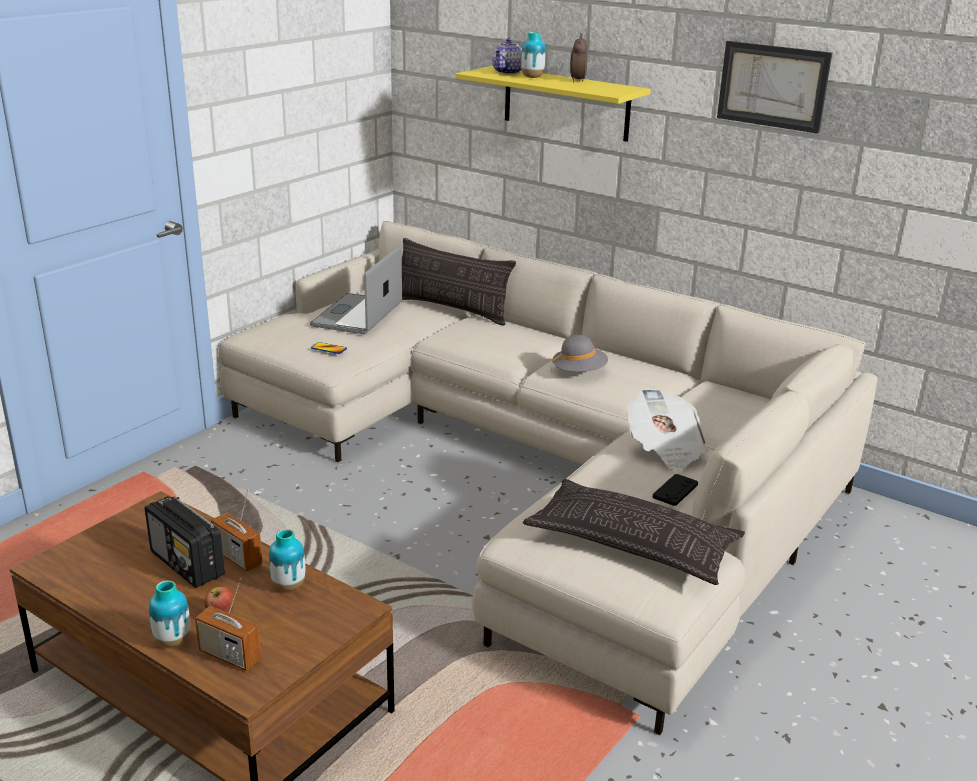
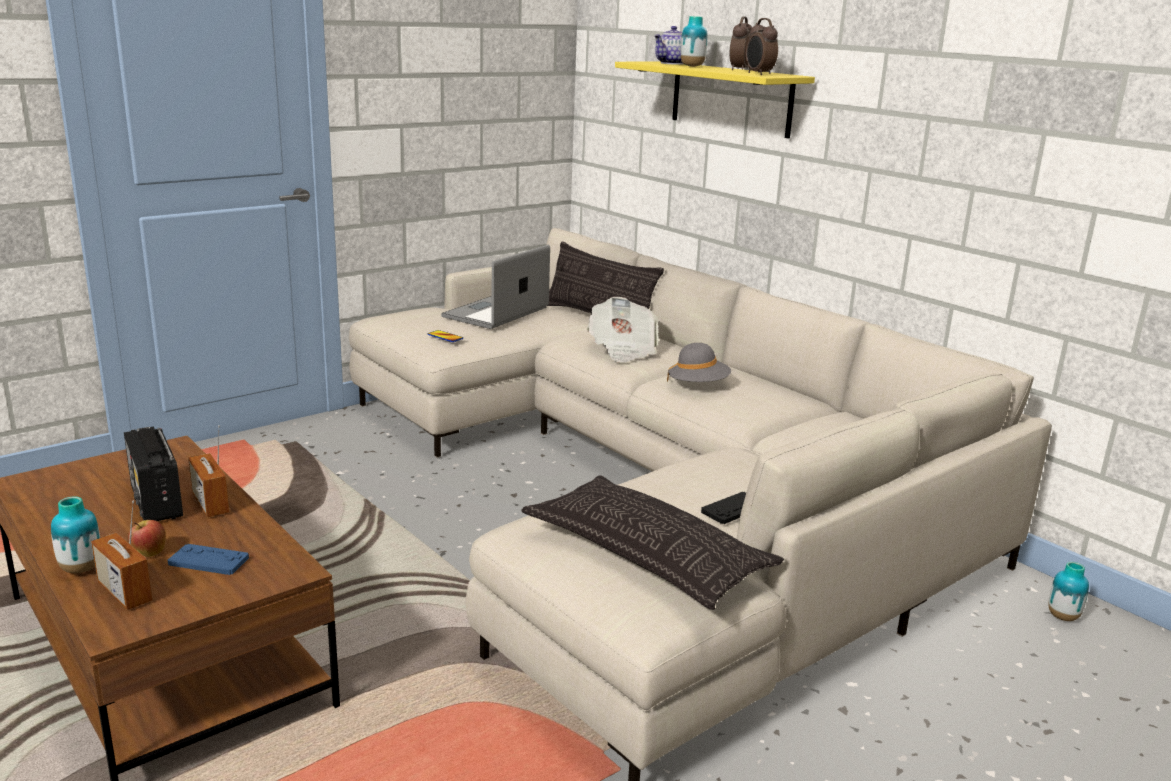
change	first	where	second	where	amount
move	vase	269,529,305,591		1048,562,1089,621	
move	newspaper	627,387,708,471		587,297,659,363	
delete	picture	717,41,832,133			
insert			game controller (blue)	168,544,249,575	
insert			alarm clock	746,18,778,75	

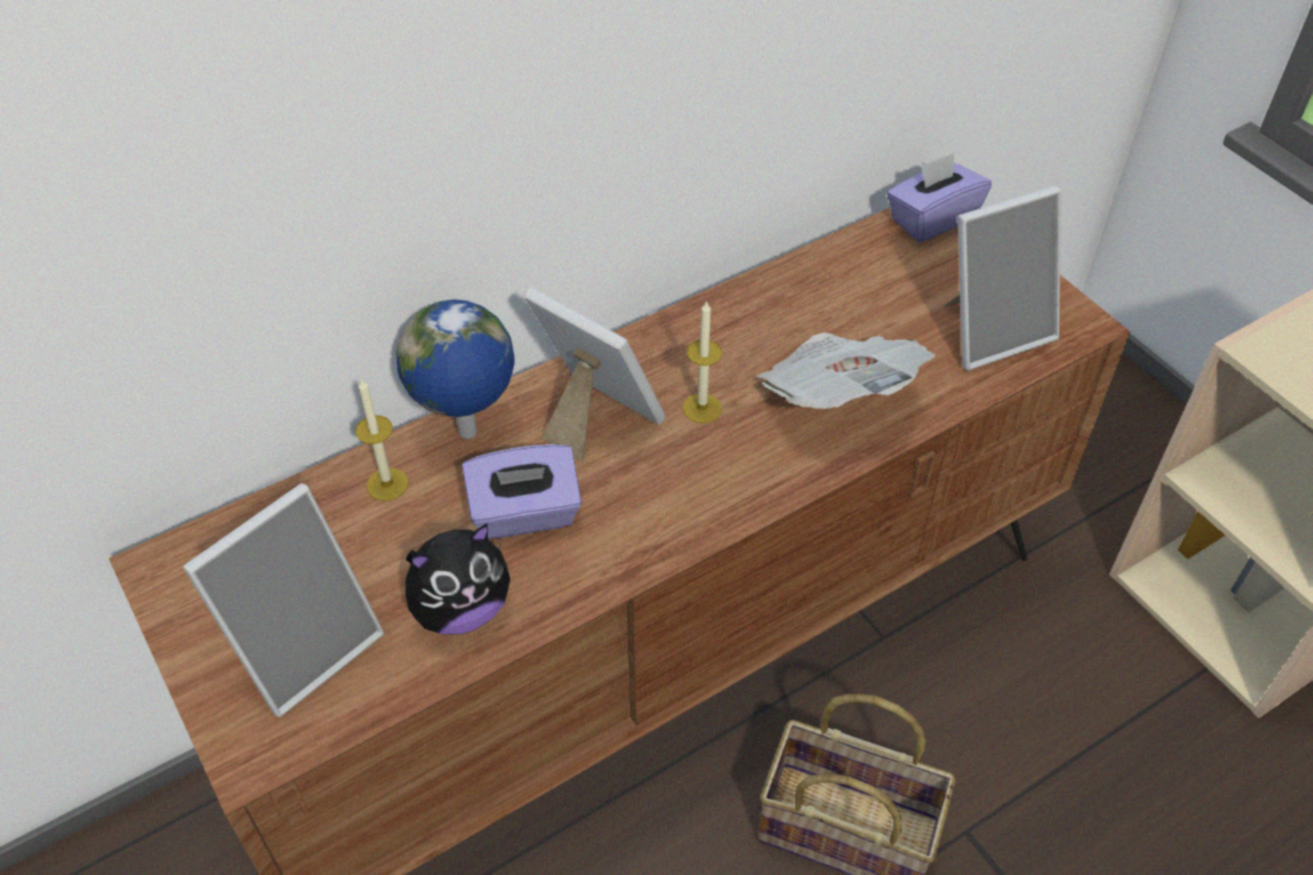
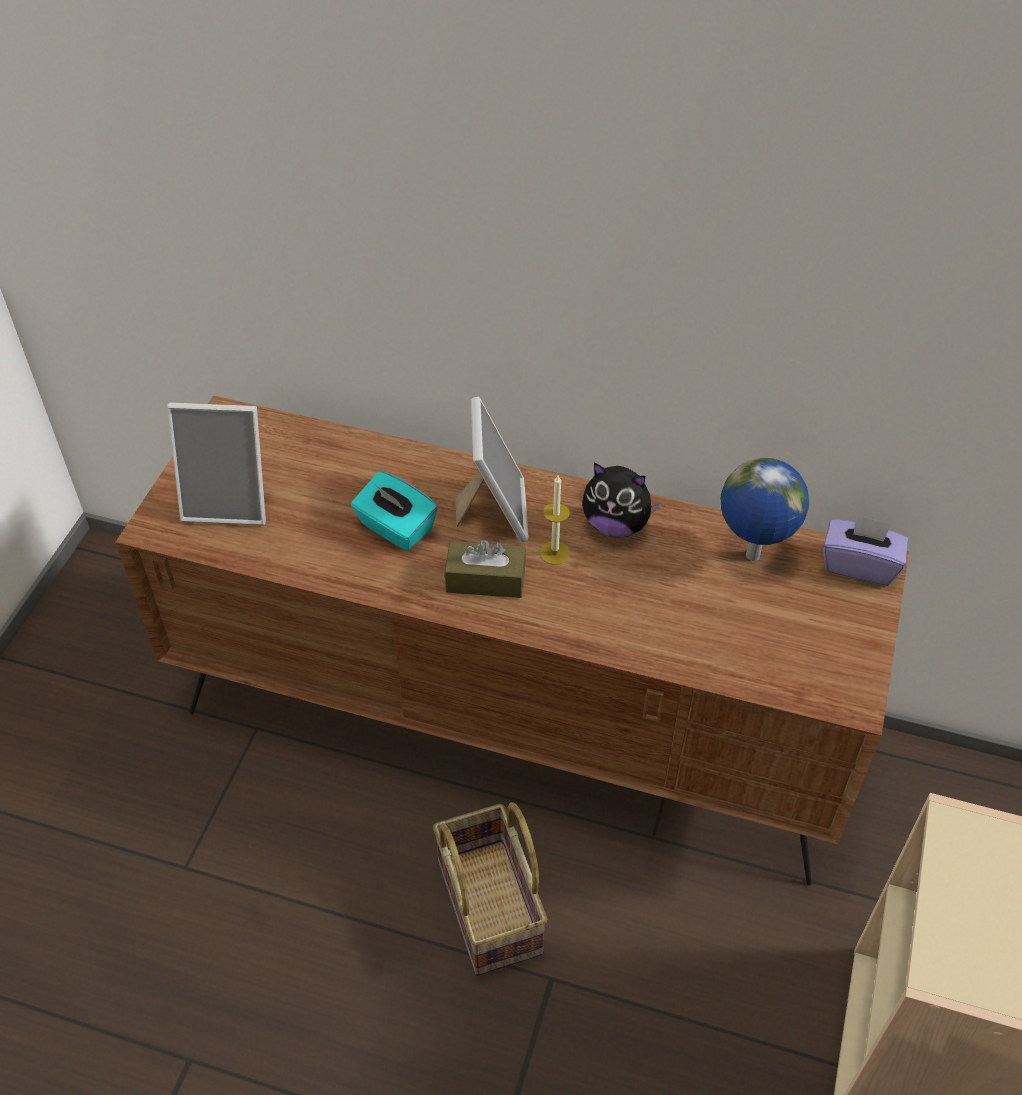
change	first	where	second	where	amount
delete	candle	355,378,409,501			
move	globe	396,299,514,439		721,458,809,561	
move	plush toy	405,523,510,635		582,462,662,538	
recolor	tissue box (purple)	462,444,582,539	tissue box (turquoise)	351,471,438,551	
delete	newspaper	756,332,935,409			
delete	picture frame	944,186,1061,371			
insert			tissue box (brown)	445,540,526,598	

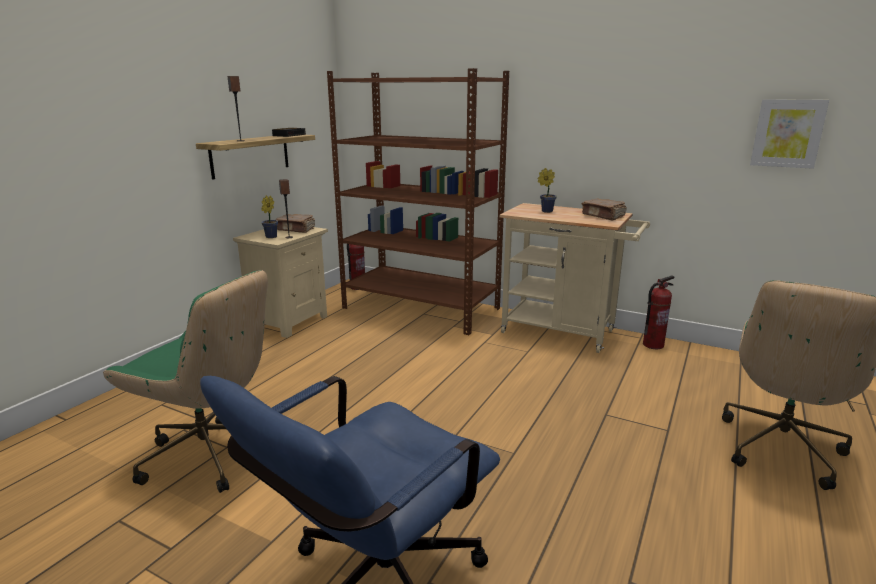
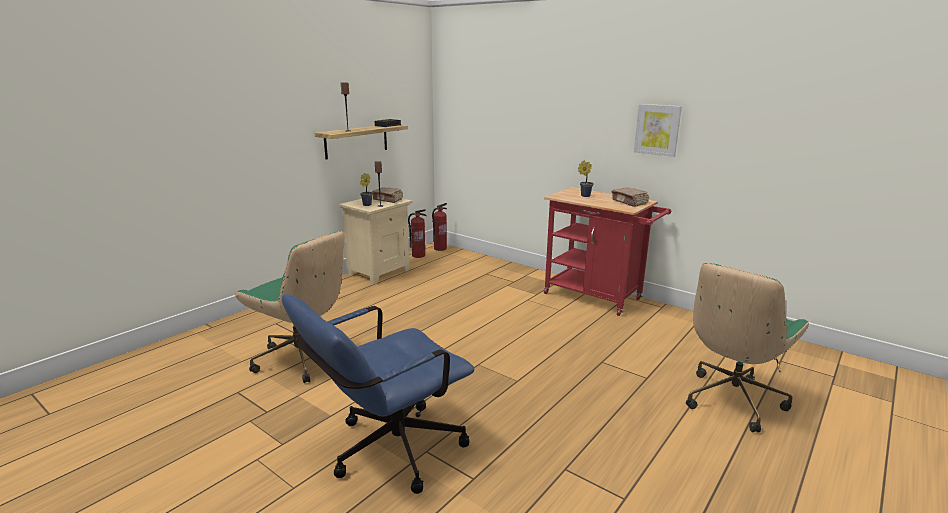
change	first	where	second	where	amount
delete	bookcase (brown)	327,68,509,335			
recolor	cart (beige)	499,203,650,353	cart (red)	544,187,671,316	
move	fire extinguisher	643,276,675,349		408,209,426,258	
move	picture	750,99,829,169		634,104,682,157	

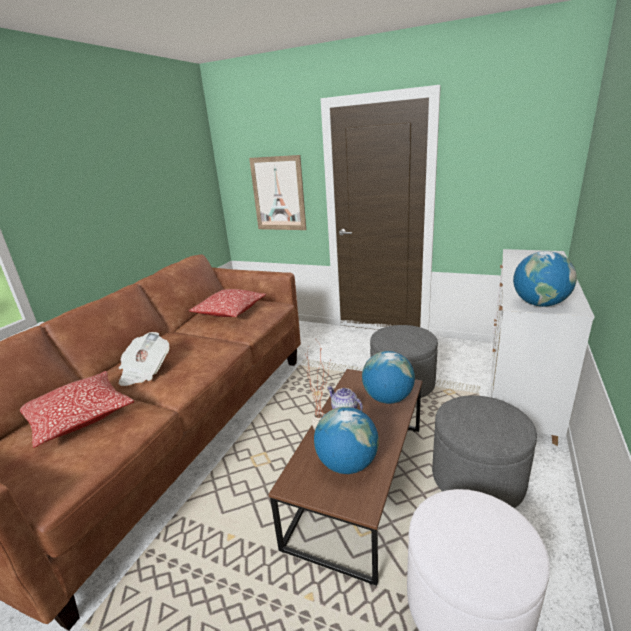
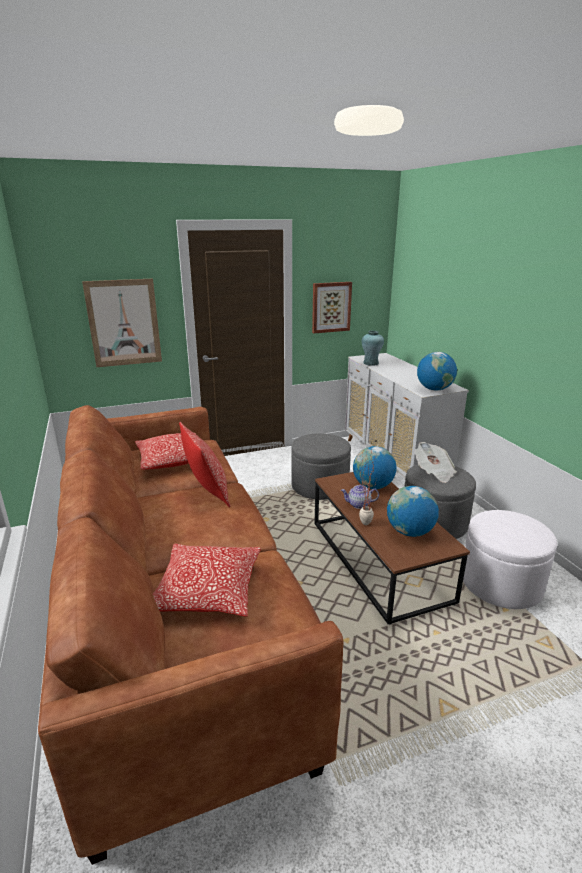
change	first	where	second	where	amount
move	newspaper	119,332,170,386		414,442,457,483	
insert			pillow	179,422,231,508	
insert			picture	312,282,352,333	
insert			vase (turquoise)	362,331,384,366	

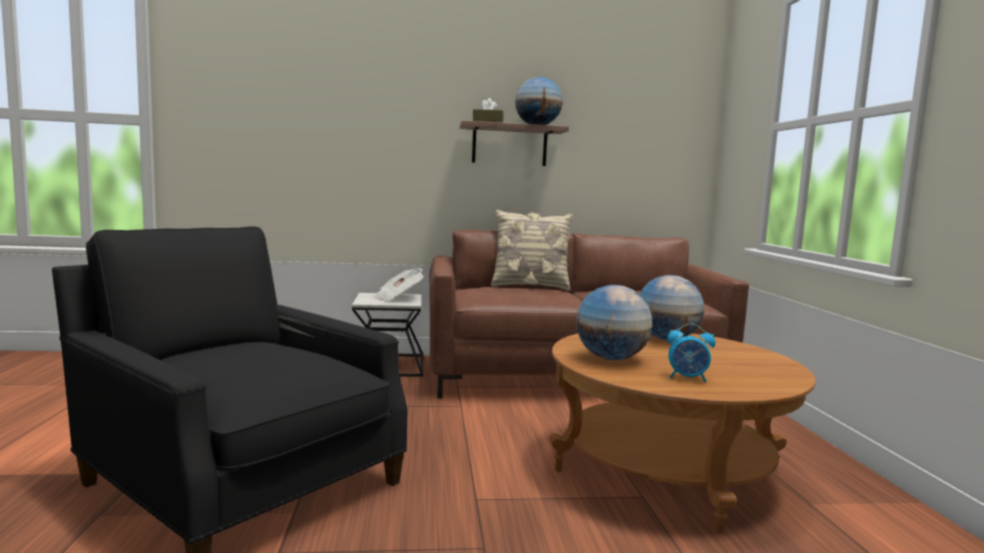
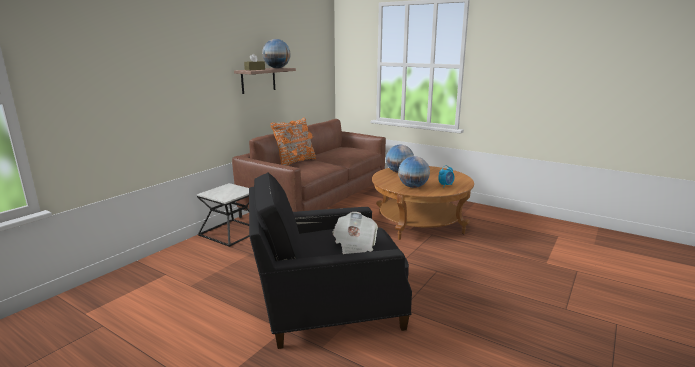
change	first	where	second	where	amount
move	newspaper	371,268,423,300		332,212,378,254	
recolor	pillow (beige)	491,210,573,291	pillow (orange)	270,118,316,166	

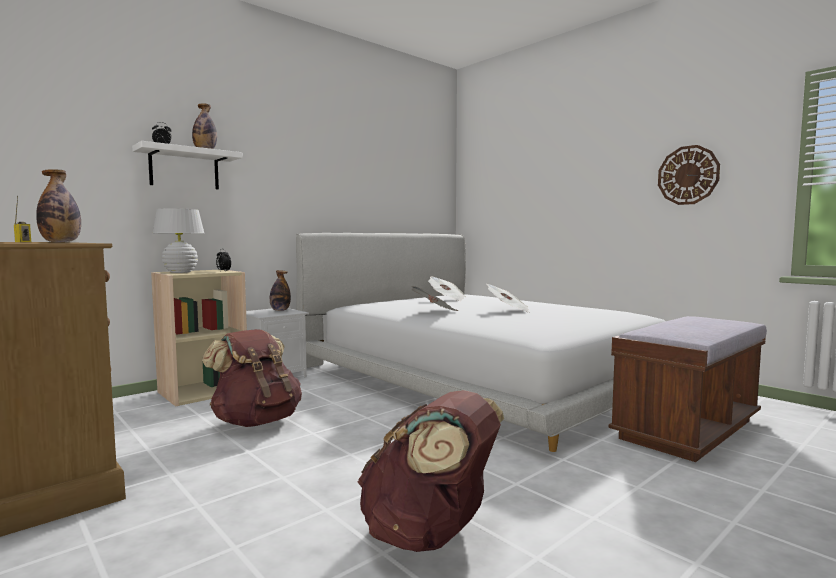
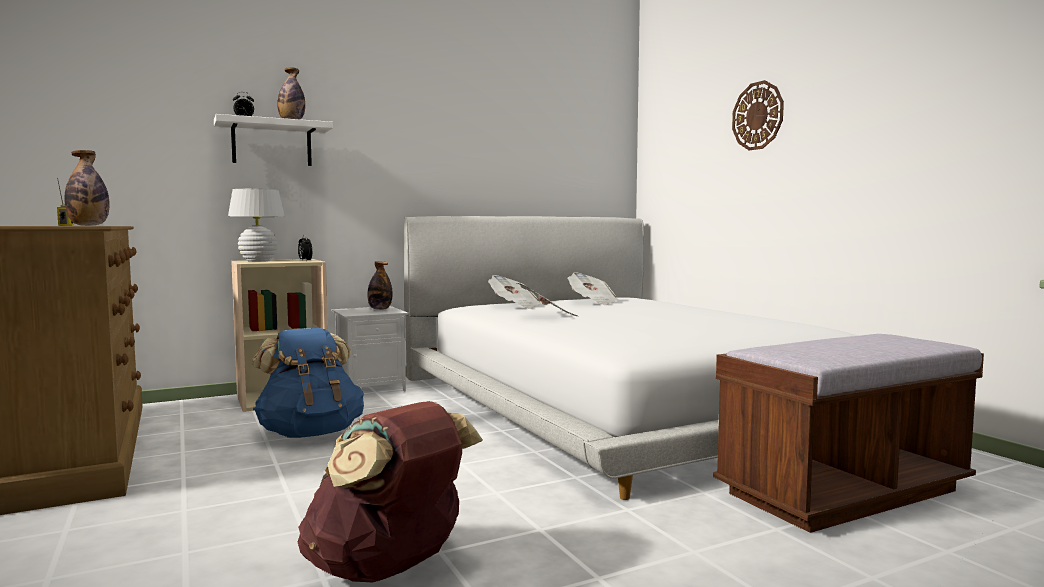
change	first	where	second	where	amount
recolor	backpack (brown)	202,329,302,427	backpack (blue)	252,328,364,438	
move	newspaper	486,284,530,313		488,275,541,309	
move	wall clock	658,145,720,205		732,80,784,150	

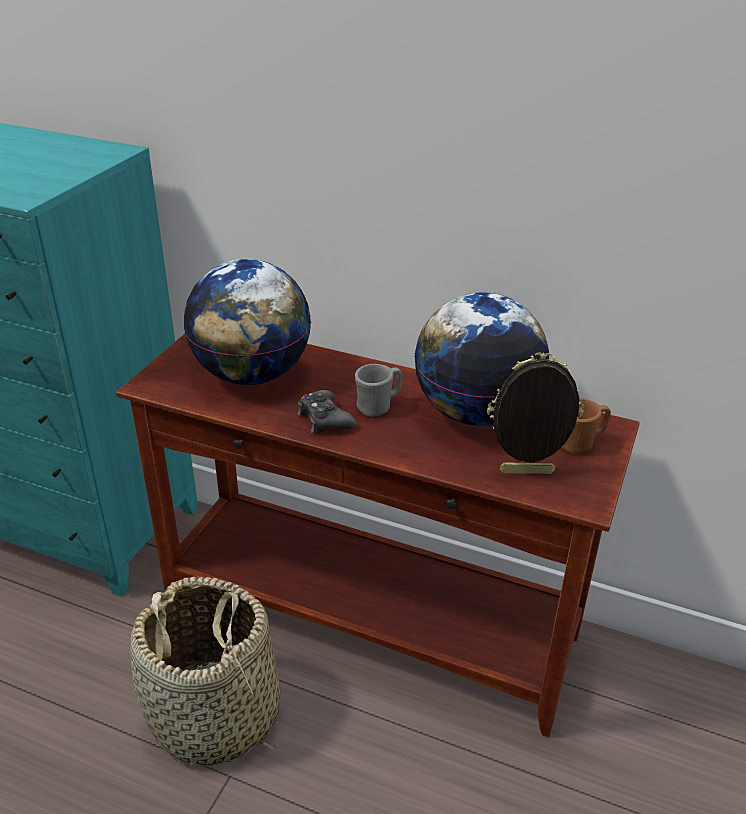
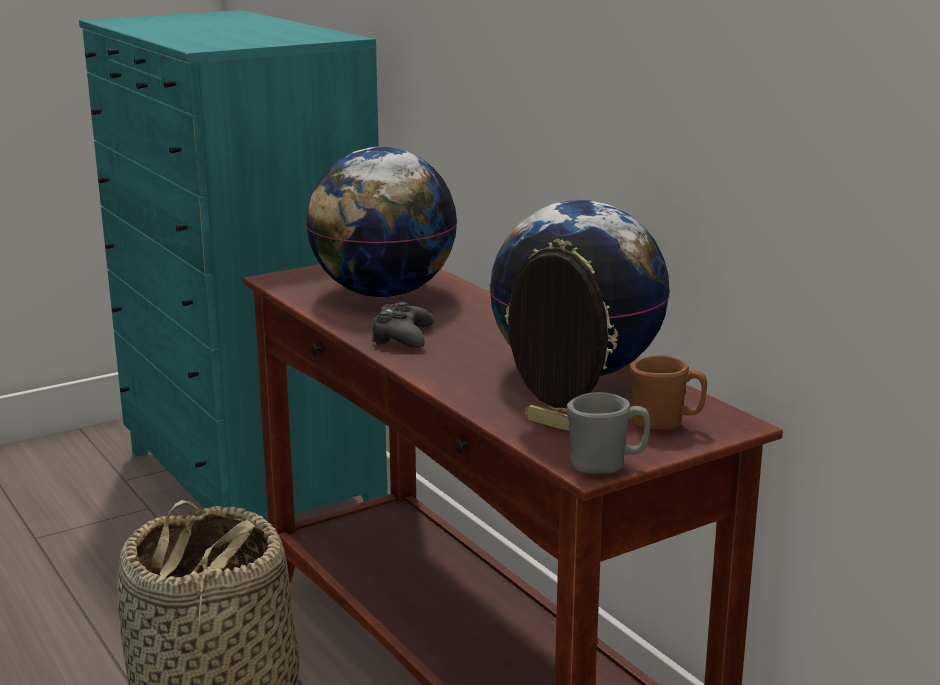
change	first	where	second	where	amount
move	mug (grey)	355,364,402,417		567,392,650,474	

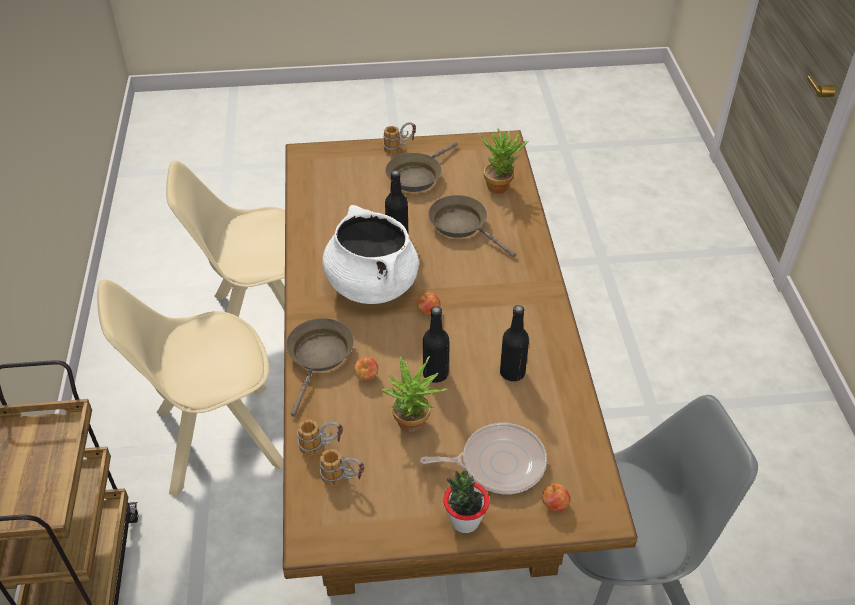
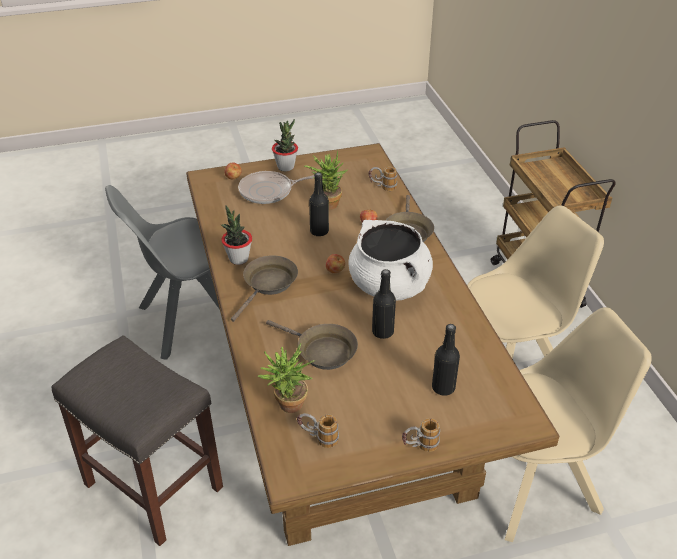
change	first	where	second	where	amount
move	mug	320,449,364,486		297,413,339,448	
move	frying pan (brown)	386,142,458,192		231,255,298,322	
move	bottle (black)	500,305,529,382		432,324,460,396	
insert			stool (grey)	52,335,223,546	
insert			potted plant	221,205,252,265	

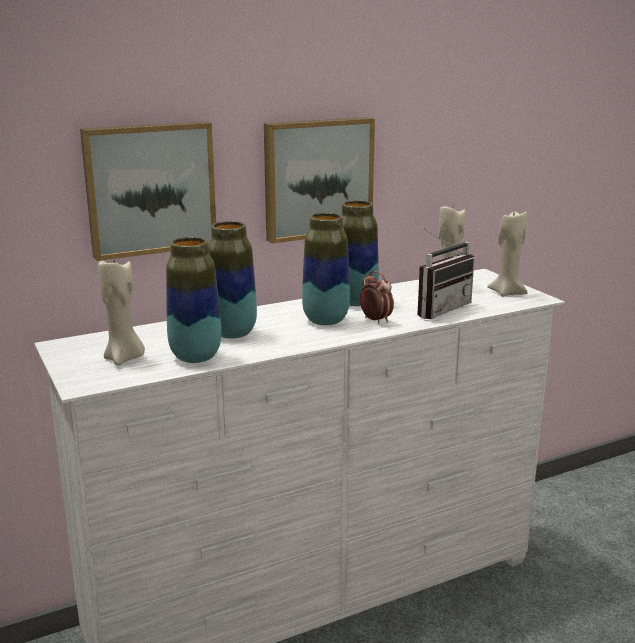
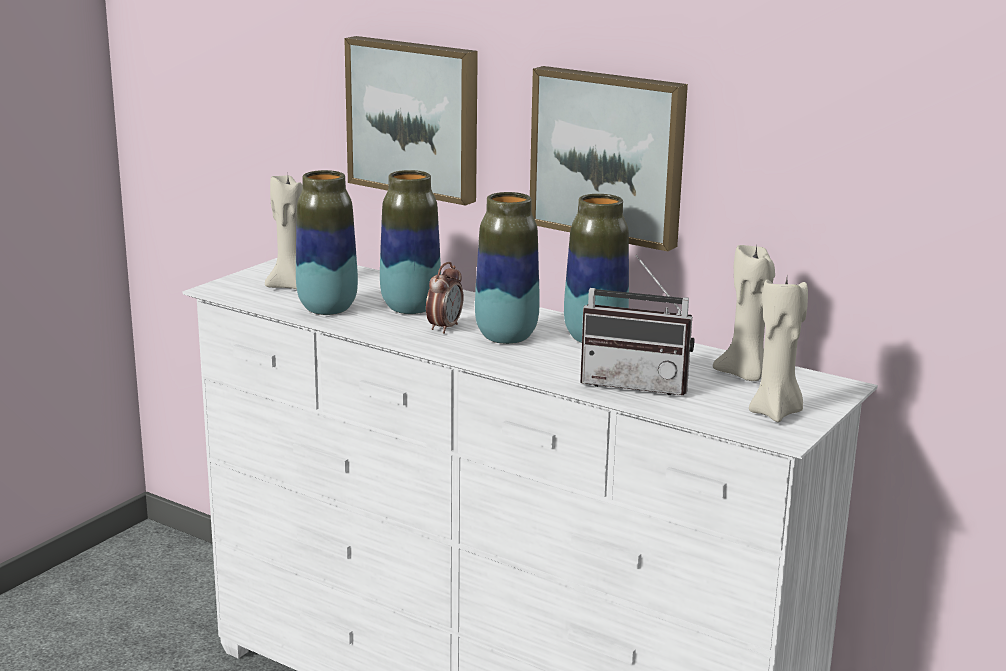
change	first	where	second	where	amount
move	alarm clock	360,271,394,323		426,262,463,334	

